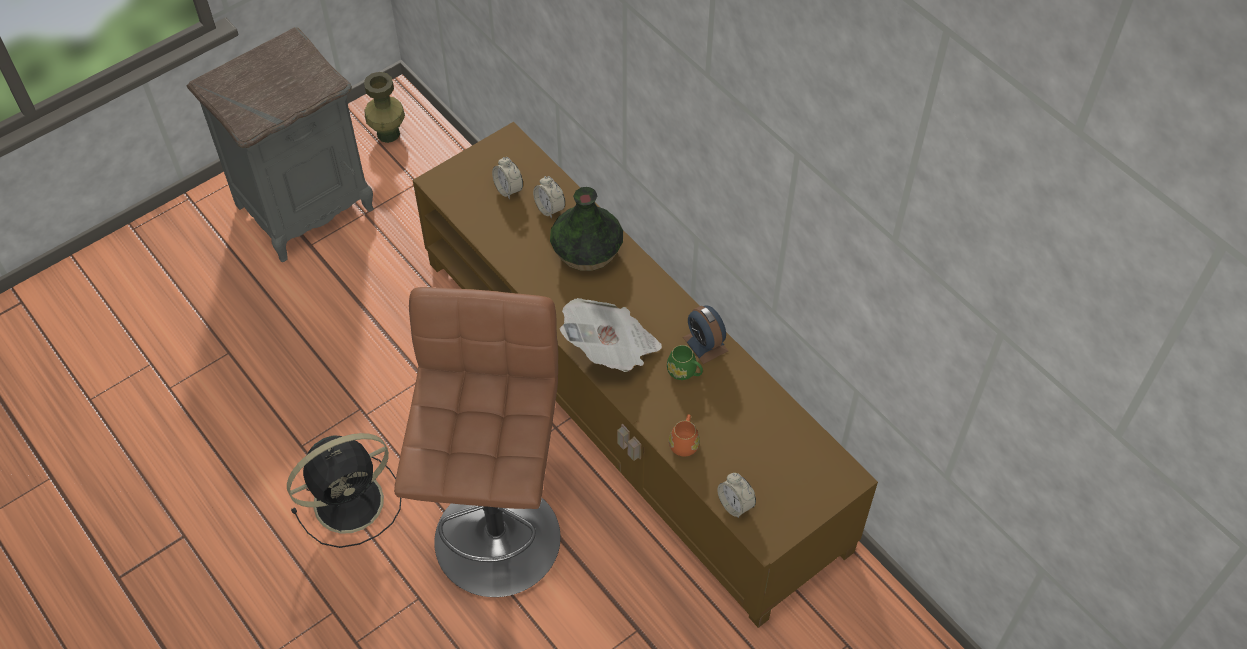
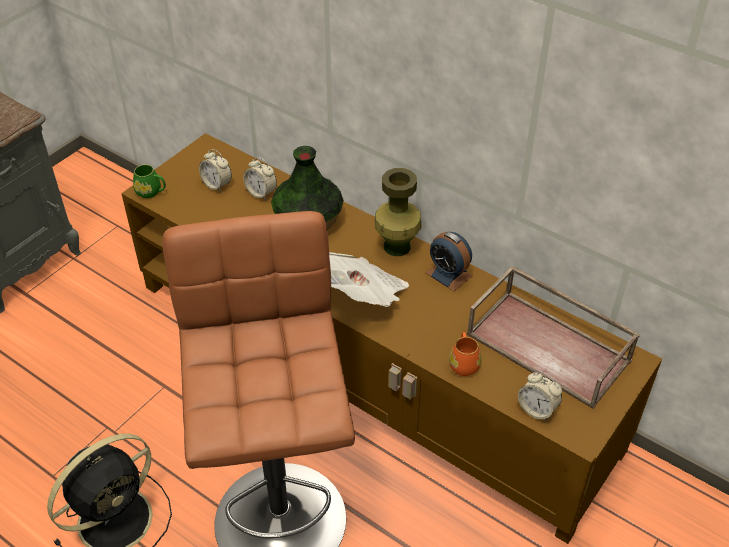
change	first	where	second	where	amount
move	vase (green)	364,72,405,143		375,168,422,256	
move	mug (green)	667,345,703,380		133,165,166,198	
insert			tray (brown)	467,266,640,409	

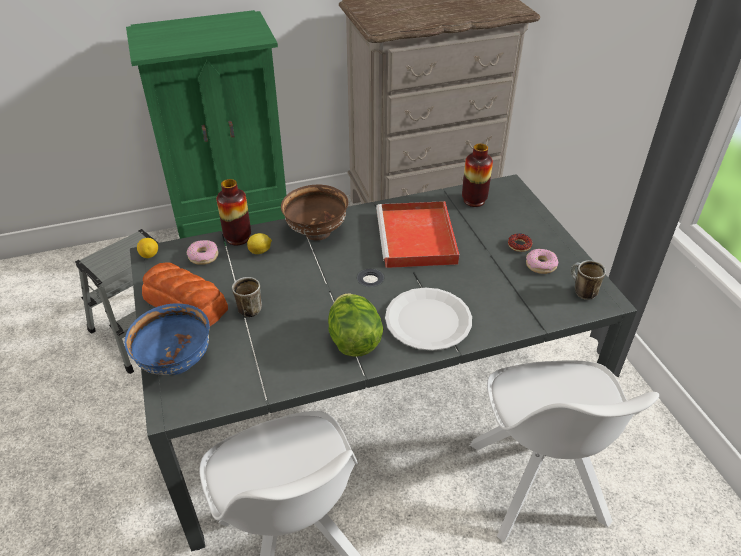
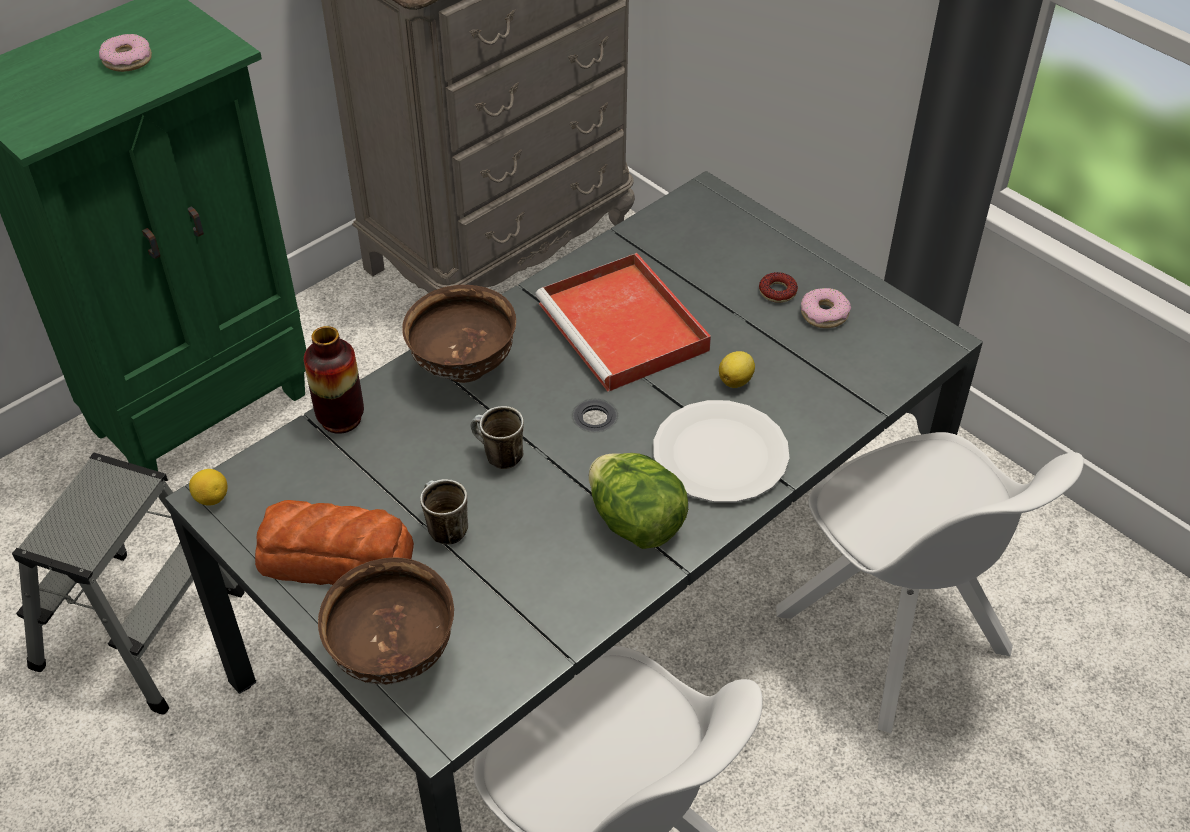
change	first	where	second	where	amount
recolor	bowl (blue)	124,303,210,375	bowl (brown)	318,557,454,685	
move	donut	187,240,218,265		99,34,152,72	
move	lemon	247,233,272,254		719,351,755,388	
delete	vase	462,144,493,207			
move	mug	571,260,606,300		471,406,524,469	

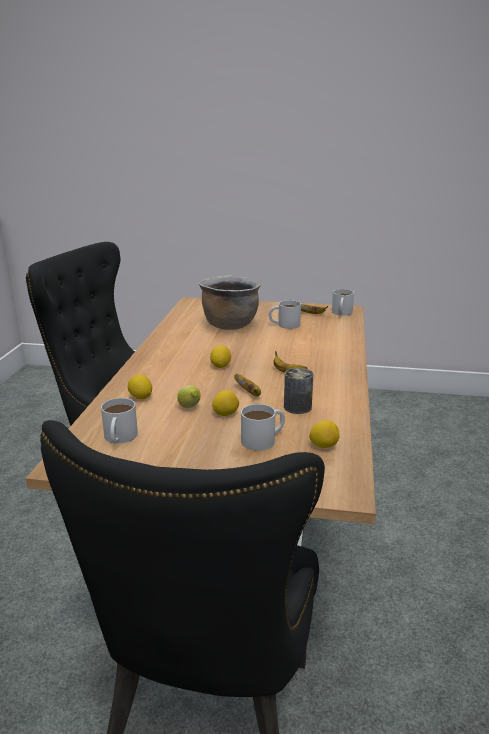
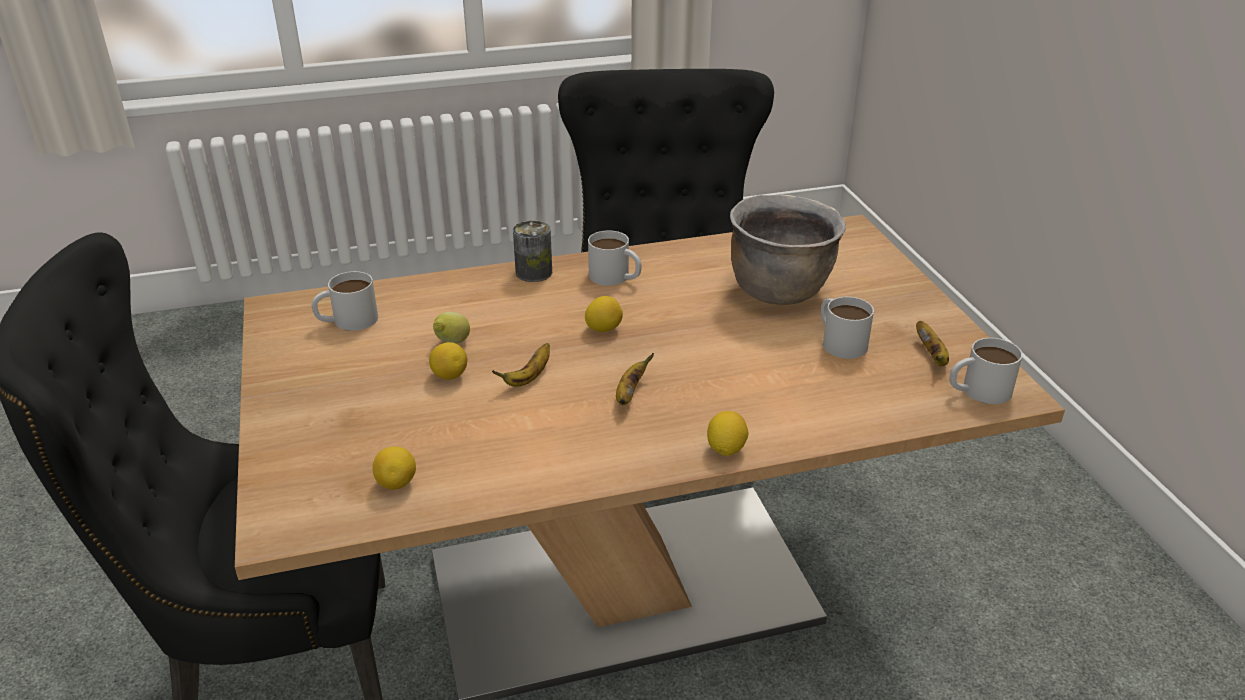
change	first	where	second	where	amount
move	lemon	128,374,152,399		707,411,749,456	
move	mug (white)	241,404,285,451		588,230,642,286	
move	can	284,368,313,414		513,220,552,282	

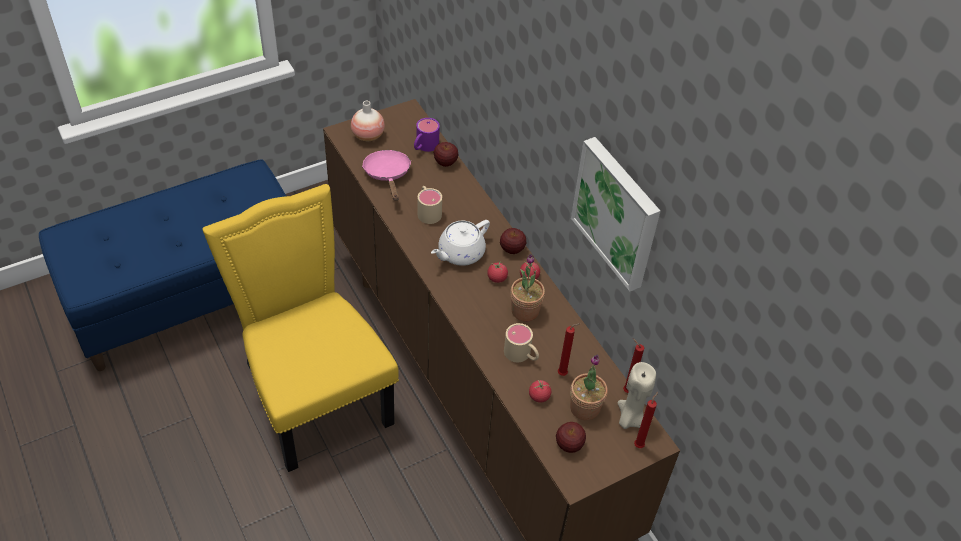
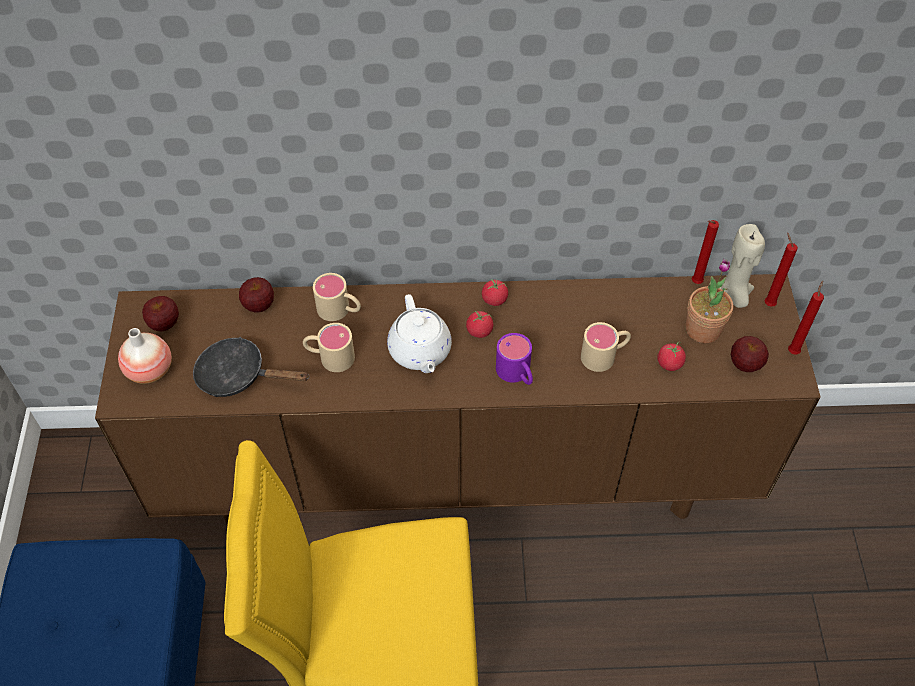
change	first	where	second	where	amount
recolor	frying pan (pink)	362,150,411,201	frying pan (black)	193,337,310,397	
move	mug (purple)	414,118,440,152		496,333,533,385	
move	apple	500,228,526,254		142,296,179,331	
delete	potted plant	511,254,545,321			
move	candle (red)	558,323,580,376		788,281,824,355	
delete	picture	571,137,660,291			
insert			mug (beige)	313,273,361,321	

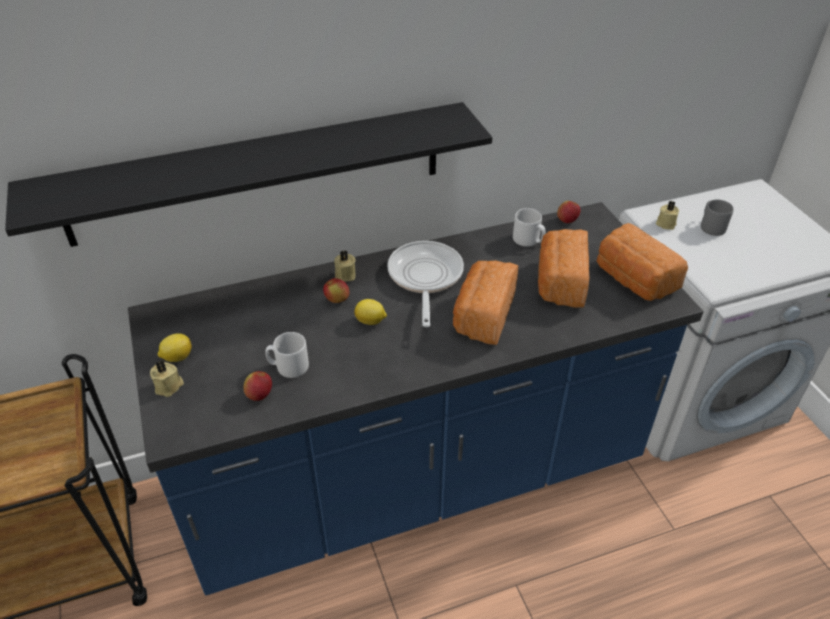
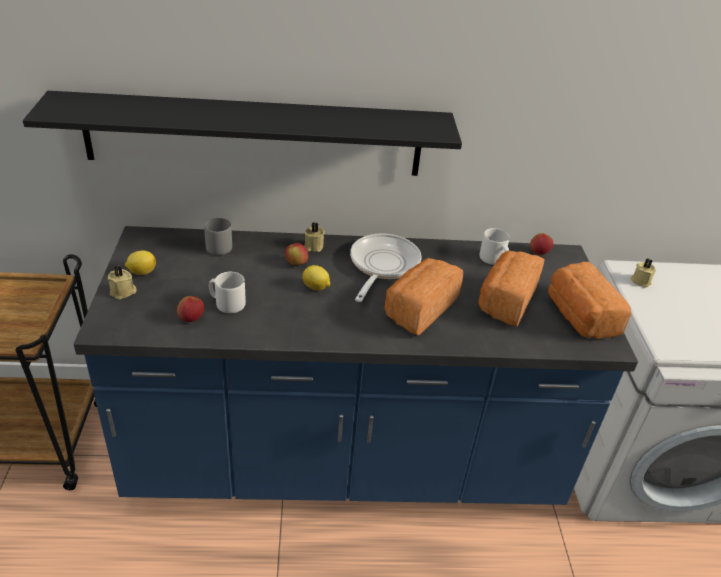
change	first	where	second	where	amount
move	mug (grey)	701,200,734,236		204,218,232,255	

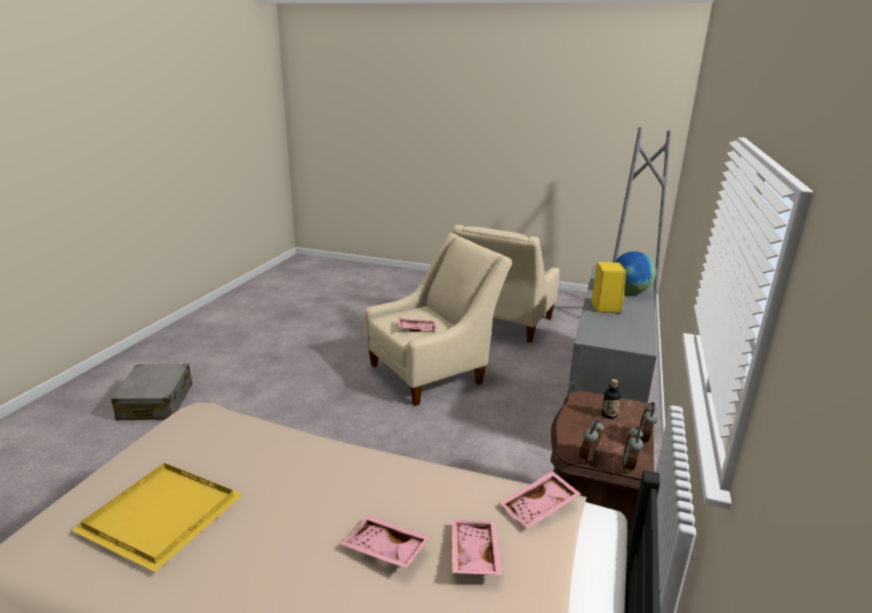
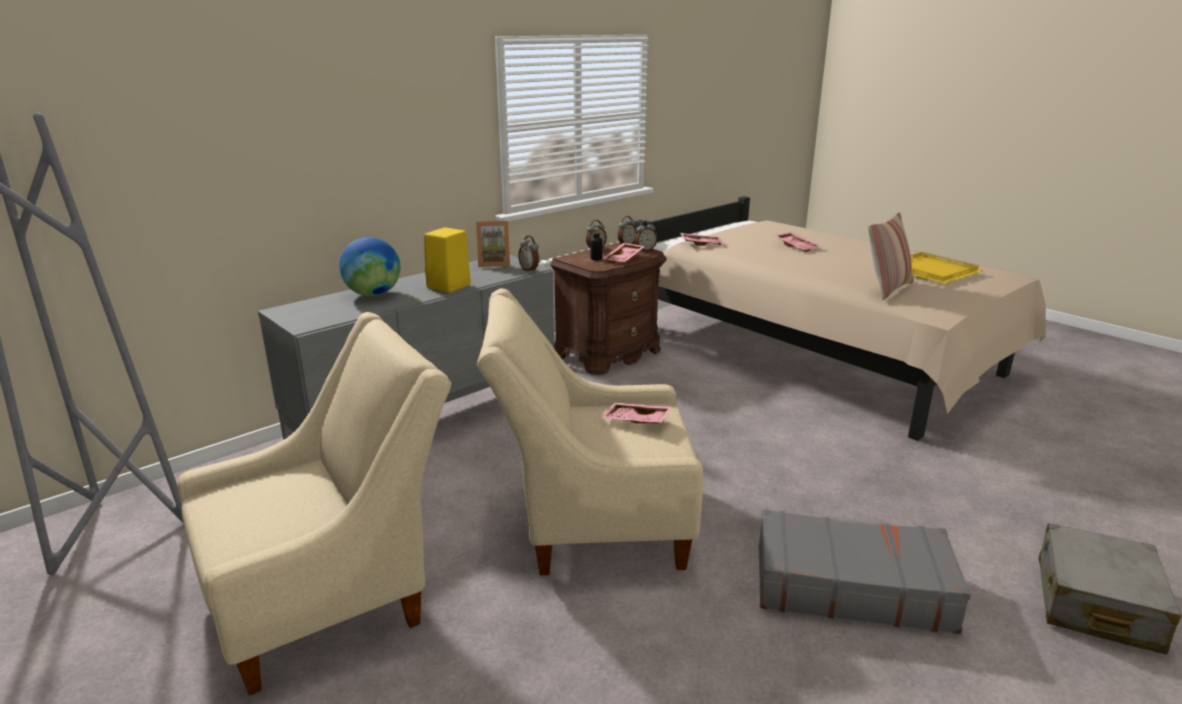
change	first	where	second	where	amount
move	tray (pink)	451,519,502,575		602,243,645,263	
insert			picture frame	476,221,510,267	
insert			alarm clock	518,236,539,272	
insert			suitcase (grey)	759,509,971,634	
insert			pillow	868,212,913,300	

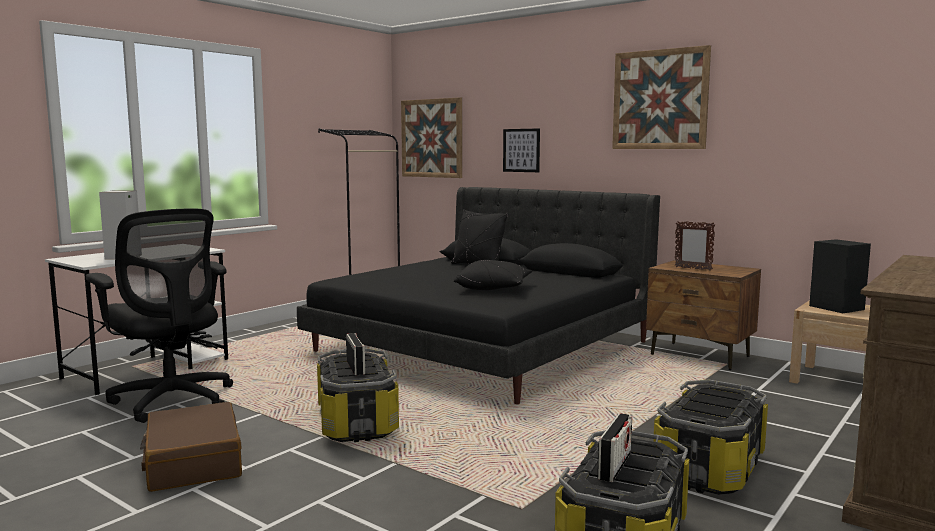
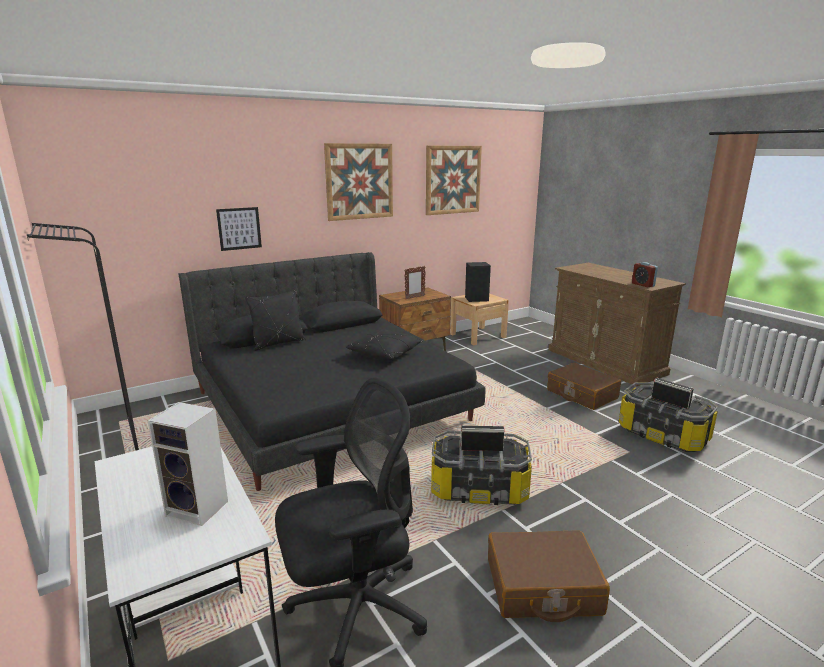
change	first	where	second	where	amount
move	picture	401,97,462,178		426,146,482,215	
replace	storage box	653,380,768,495	suitcase (brown)	547,363,621,410	
insert			alarm clock	632,262,658,288	

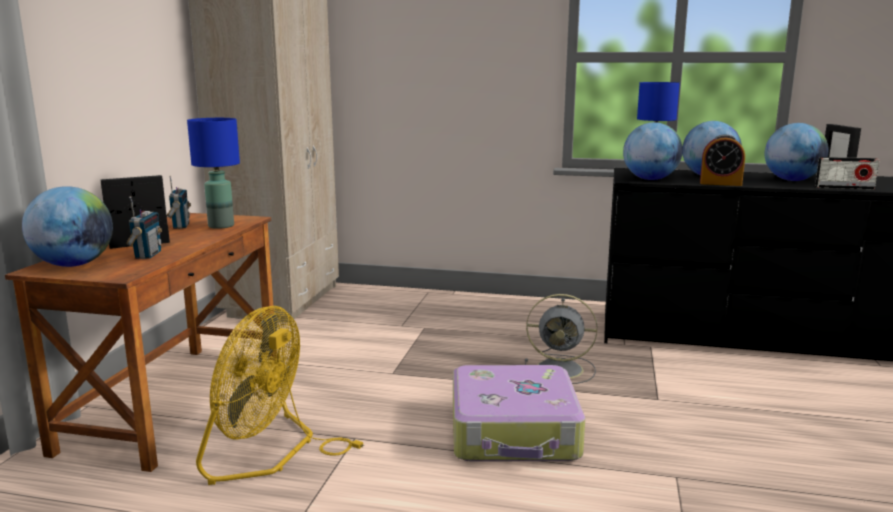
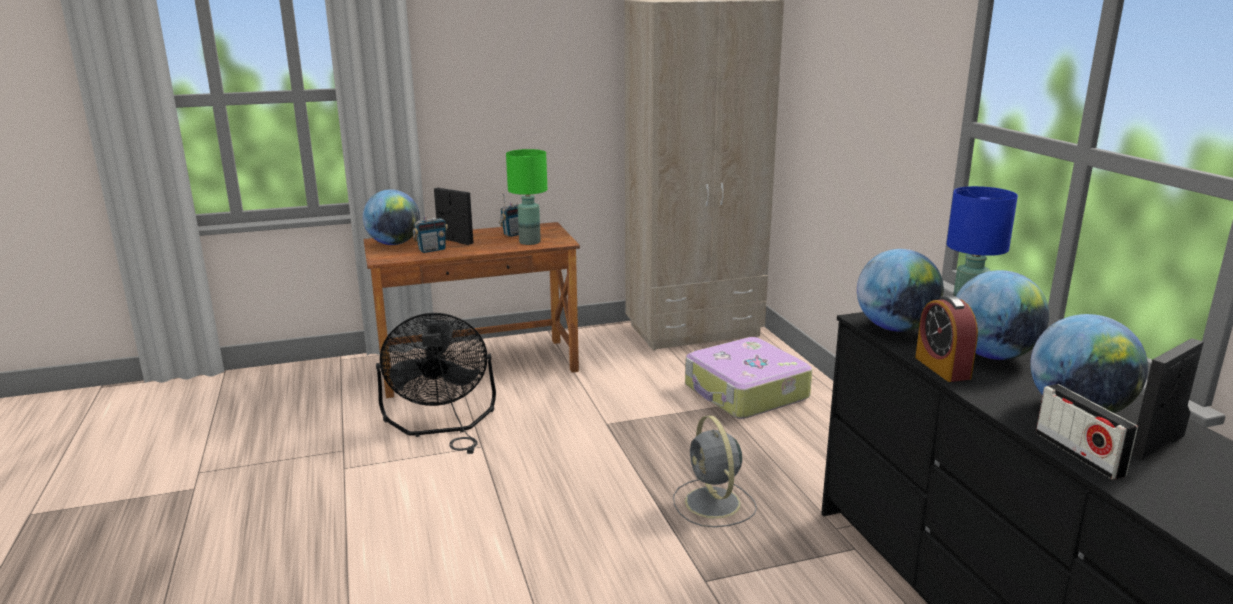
change	first	where	second	where	amount
recolor	table lamp (blue)	187,118,240,229	table lamp (green)	506,149,547,245	
recolor	fan (yellow)	196,306,363,485	fan (black)	376,313,496,454	
move	suitcase	453,365,585,461		685,337,812,419	

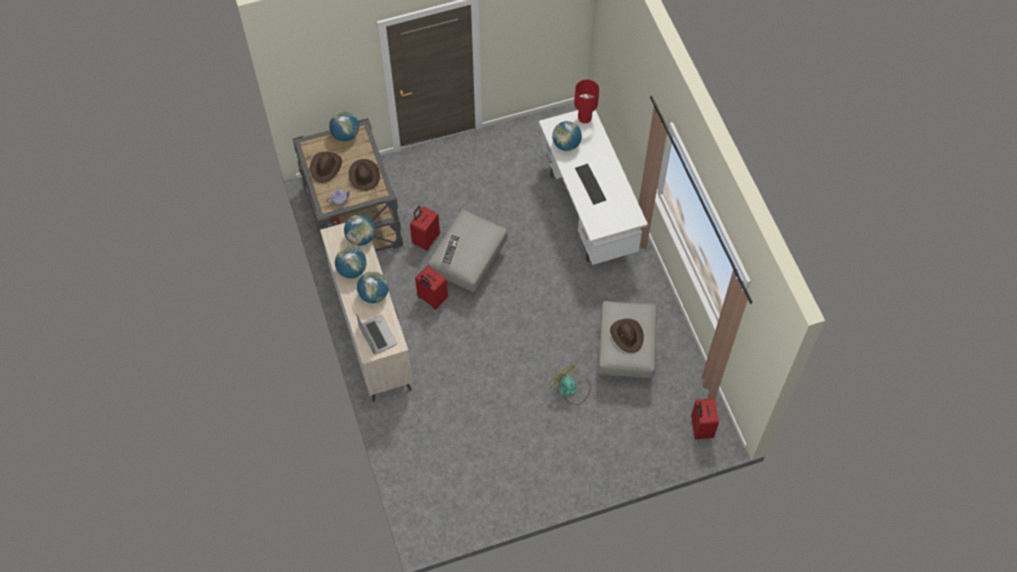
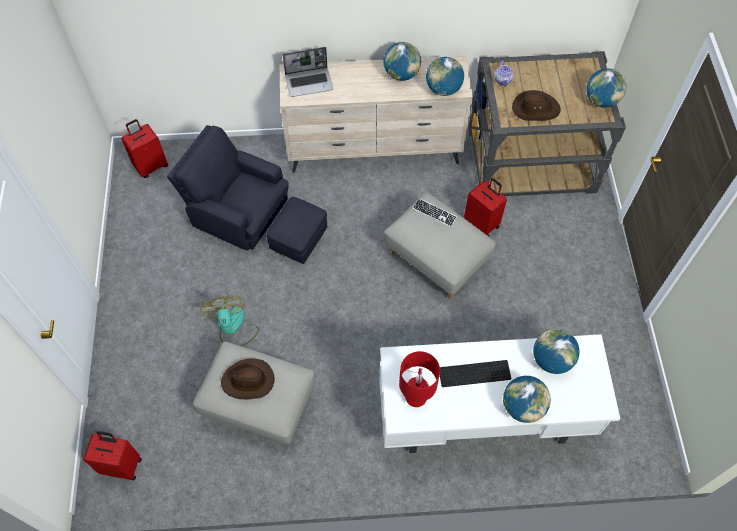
change	first	where	second	where	amount
delete	hat (brown)	310,152,342,183			
move	globe	357,271,389,303		503,376,551,423	
move	suitcase (red)	415,266,448,309		121,119,168,178	
rotate	fan	549,363,591,405		200,296,259,346	75 degrees counterclockwise
move	table lamp (red)	574,80,599,123		399,351,440,407	
insert			armchair (black)	167,125,327,264	

